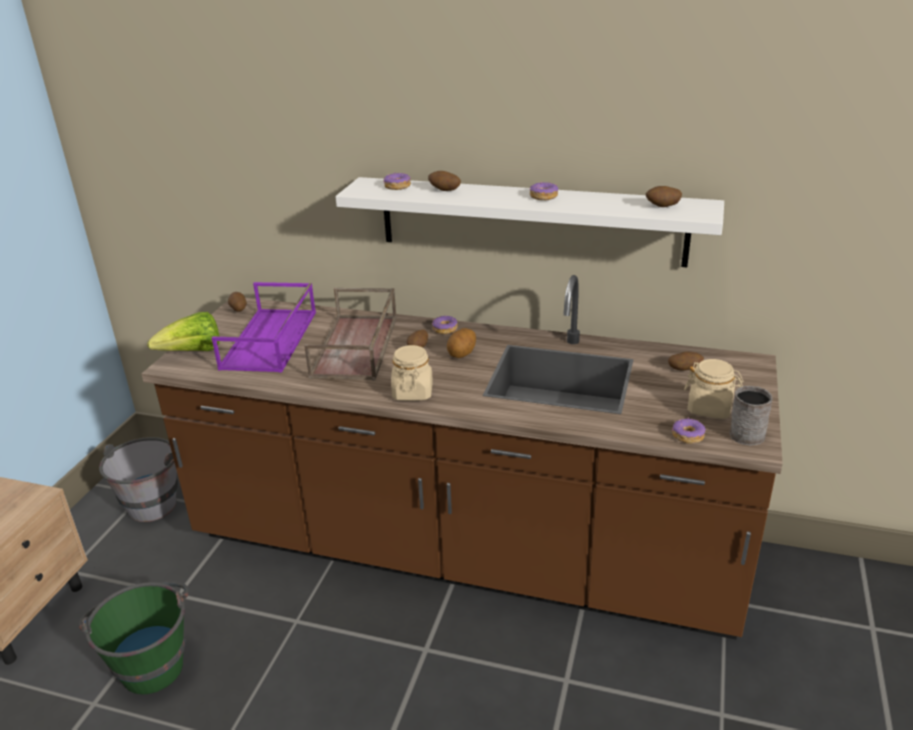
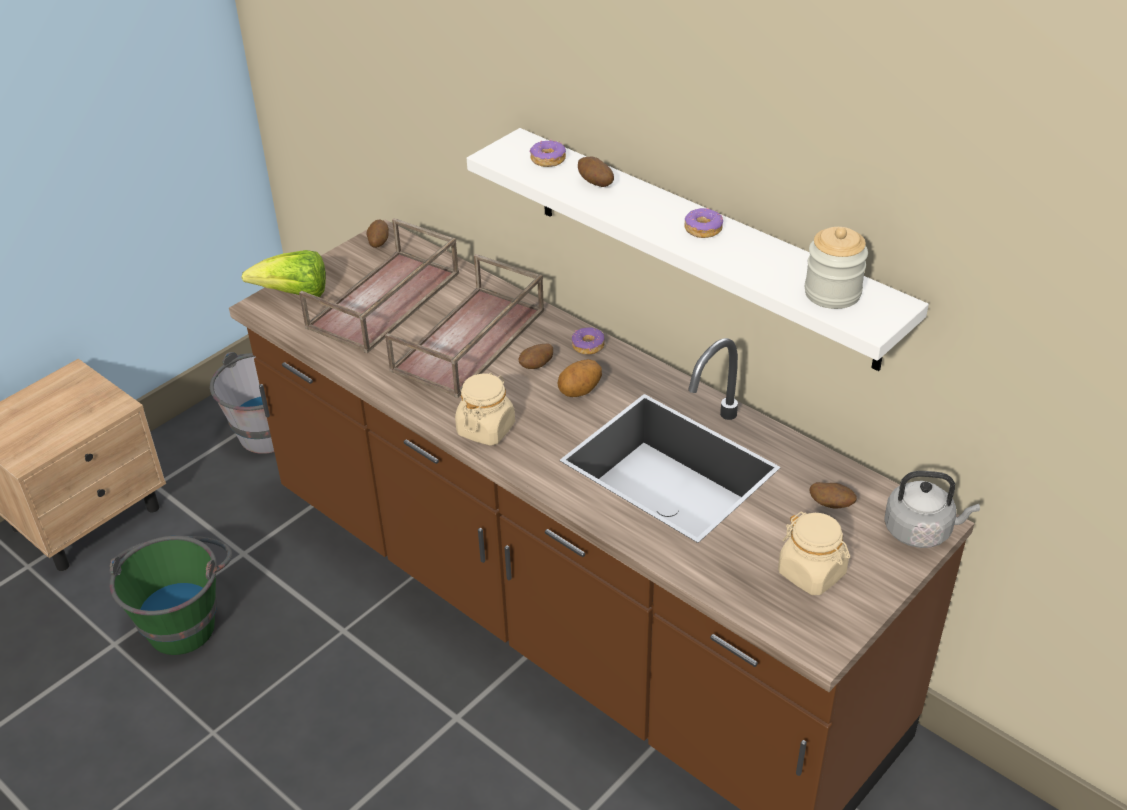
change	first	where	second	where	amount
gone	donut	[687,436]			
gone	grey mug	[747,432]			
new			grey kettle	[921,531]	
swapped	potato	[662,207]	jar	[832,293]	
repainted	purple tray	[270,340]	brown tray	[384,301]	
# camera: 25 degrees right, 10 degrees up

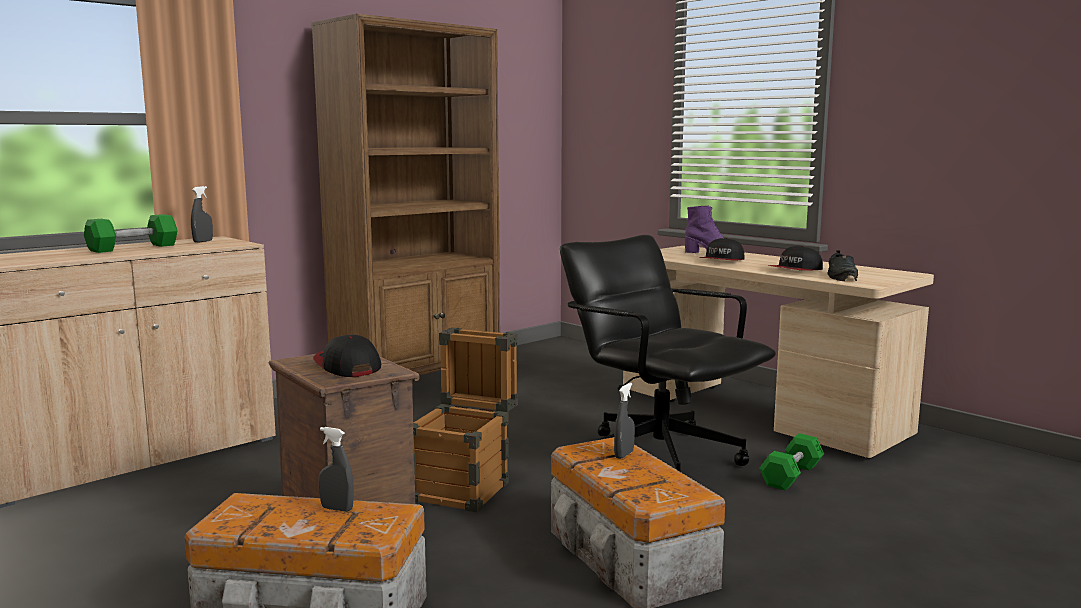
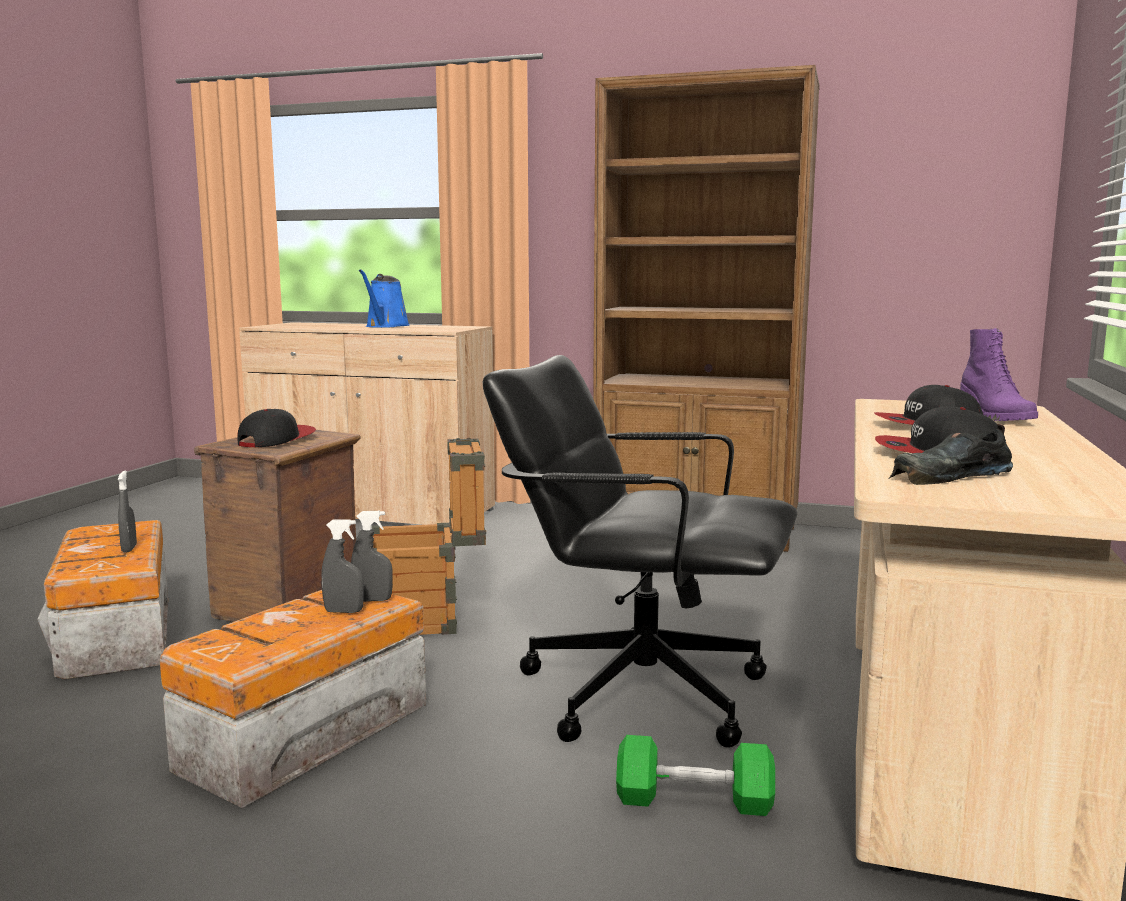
change	first	where	second	where	amount
shifted	grey spray bottle	[203,241]		[373,600]	
swapped	green dumbbell	[133,248]	blue watering can	[386,326]	
rotated	black office chair	[659,456]		[640,691]	90 degrees counterclockwise
# camera: 60 degrees right, 0 degrees up

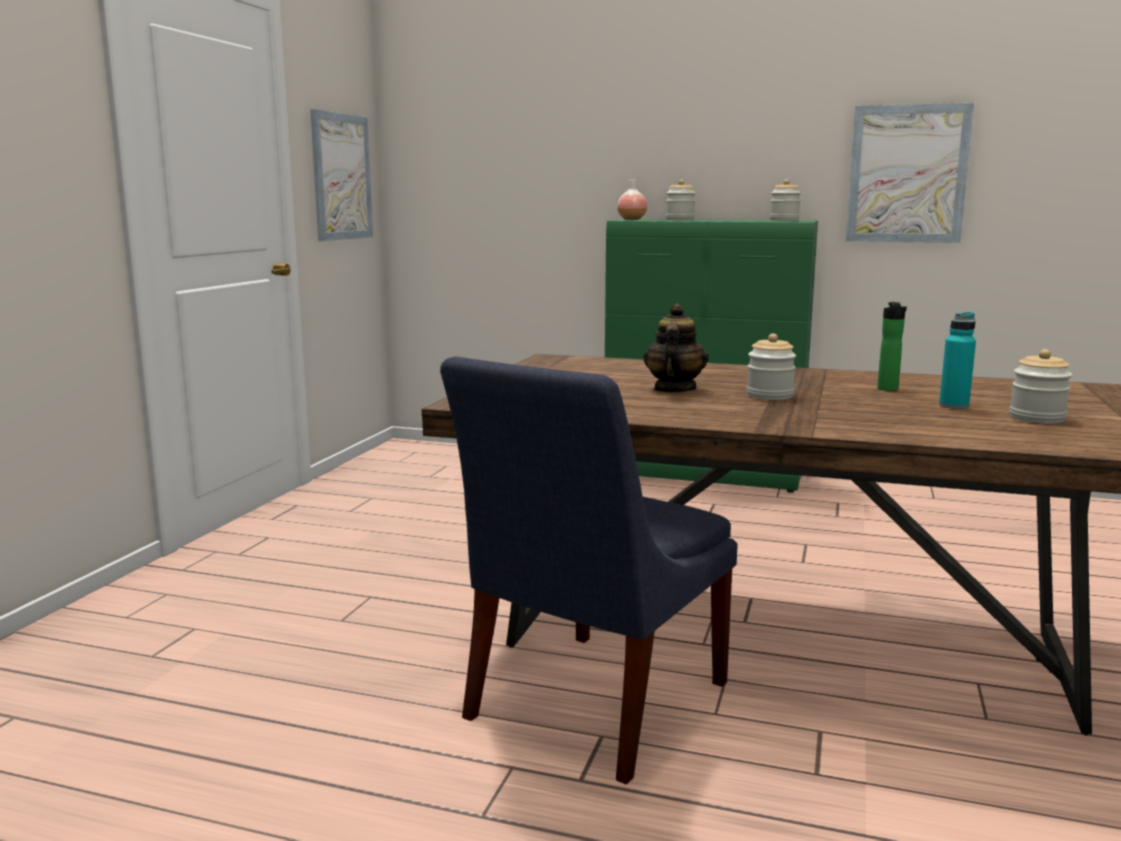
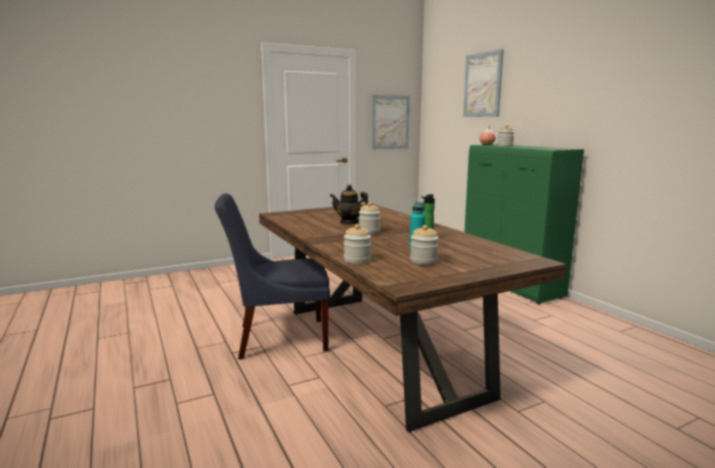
change	first	where	second	where	amount
shifted	jar	[784,220]		[357,260]	
shifted	picture	[907,174]		[482,85]	
rotated	teapot	[673,389]		[349,222]	135 degrees counterclockwise
# camera: 45 degrees right, 0 degrees up

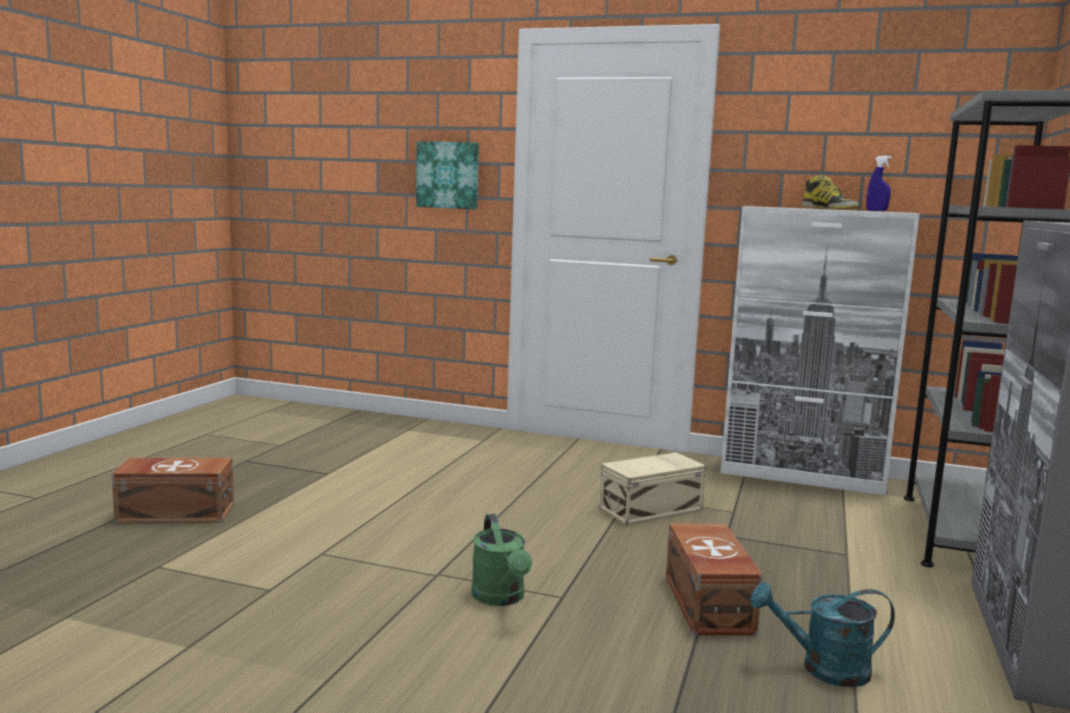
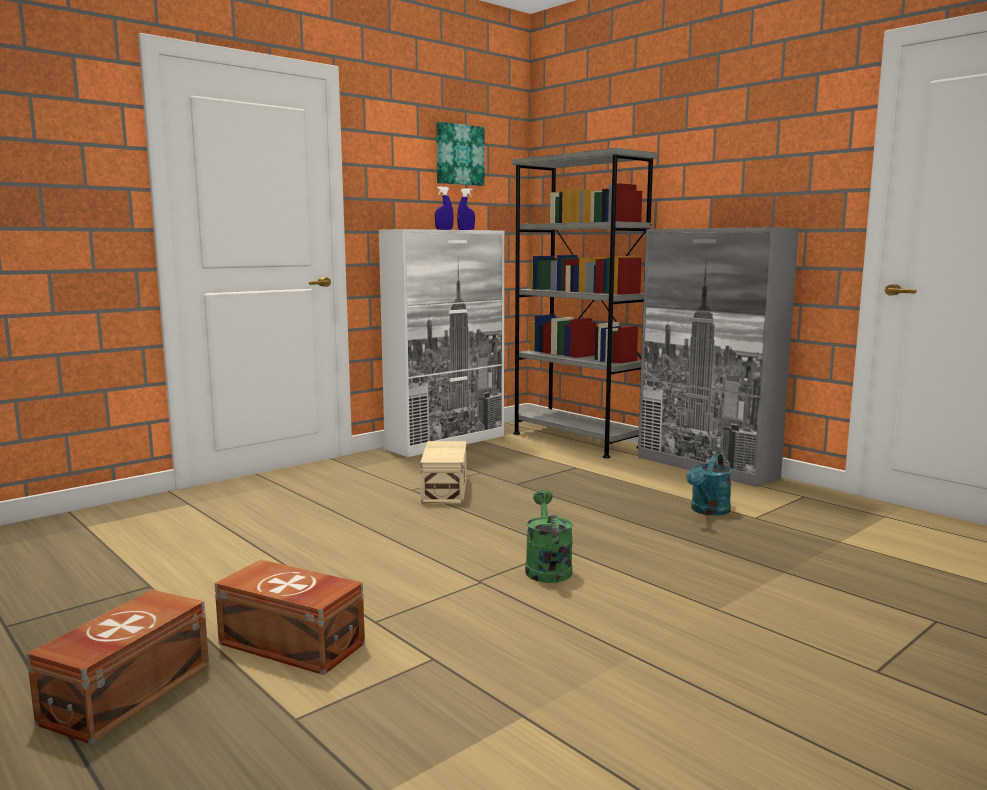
change	first	where	second	where	amount
shifted	picture	[448,175]		[459,155]	
shifted	brown storage box	[707,605]		[292,645]	
swapped	boot	[829,209]	blue spray bottle	[444,229]	
rotated	green watering can	[501,598]		[547,568]	105 degrees counterclockwise
# camera: 60 degrees left, 0 degrees up

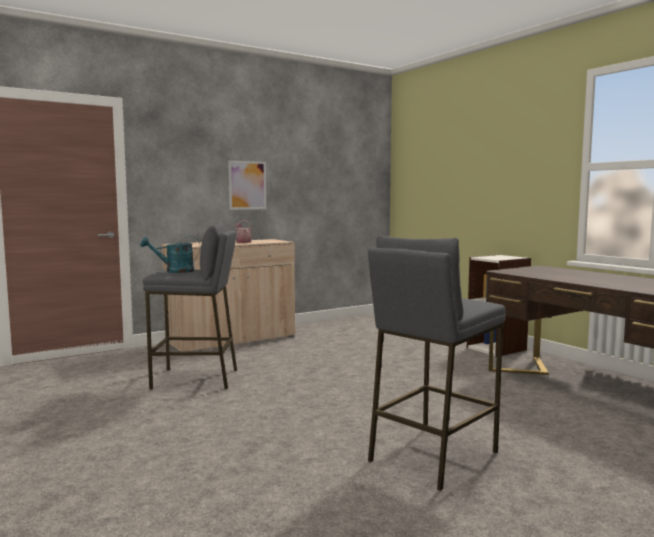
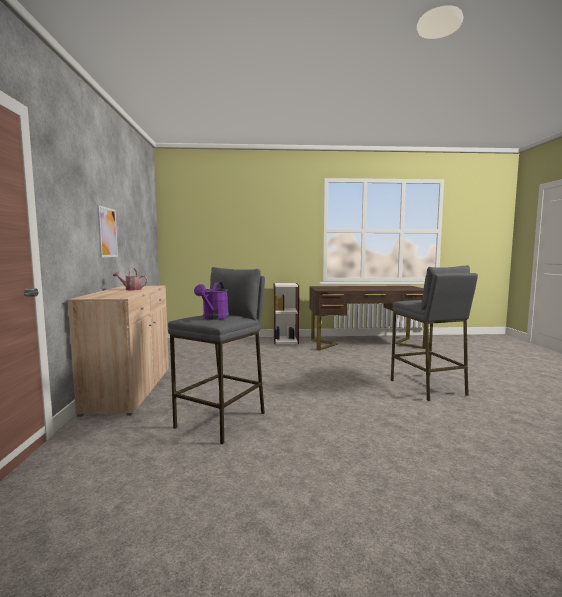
change	first	where	second	where	amount
repainted	turquoise watering can	[174,271]	purple watering can	[214,318]	
# camera: 60 degrees left, 0 degrees up

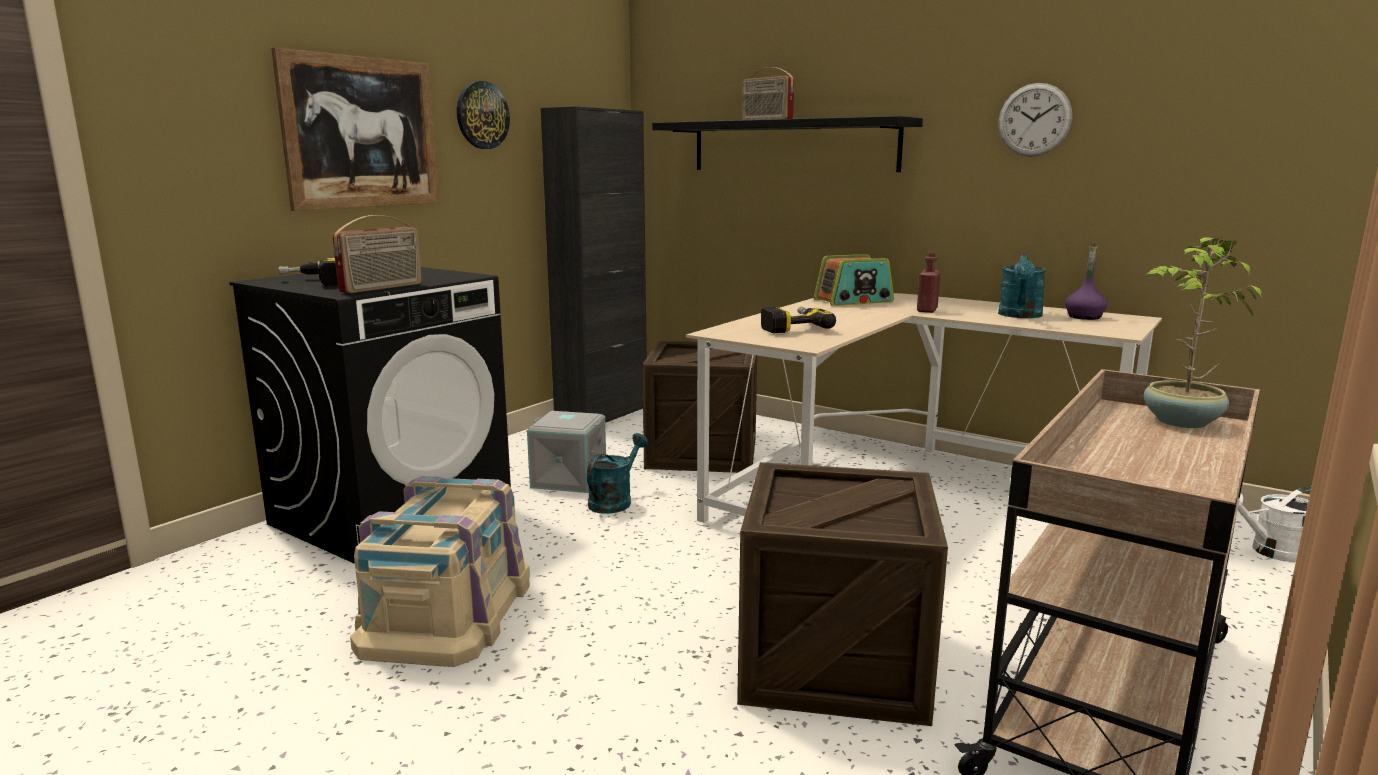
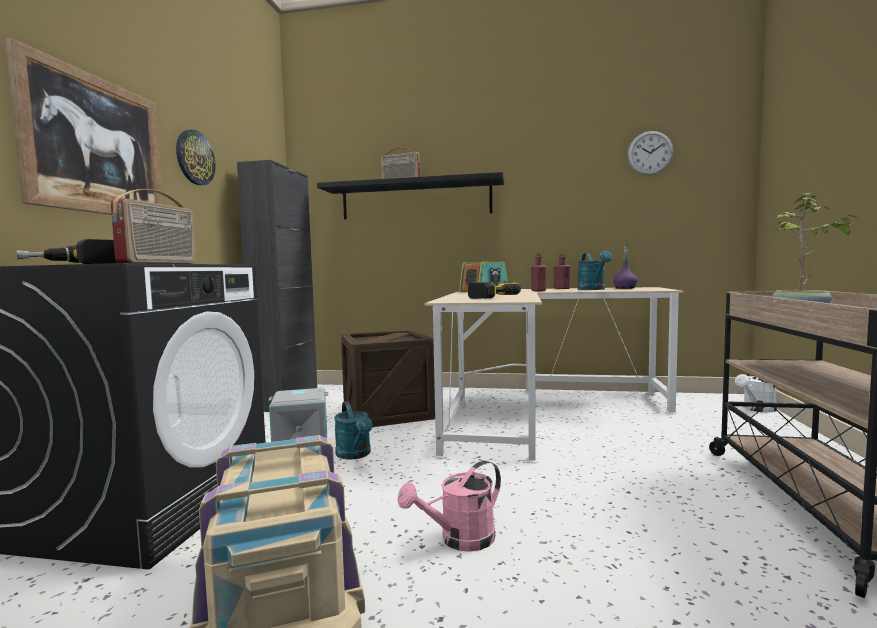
change	first	where	second	where	amount
gone	crate	[834,660]			
new			pink watering can	[459,540]	
new			red bottle	[561,288]	
shifted	wall clock	[1034,120]		[650,153]	
rotated	turquoise watering can	[614,501]		[355,455]	150 degrees clockwise
# camera: 25 degrees left, 10 degrees down

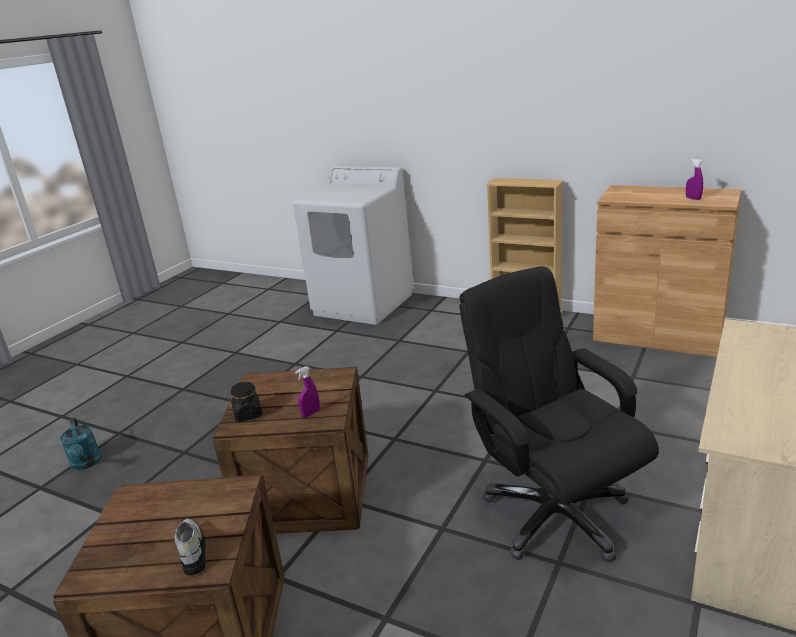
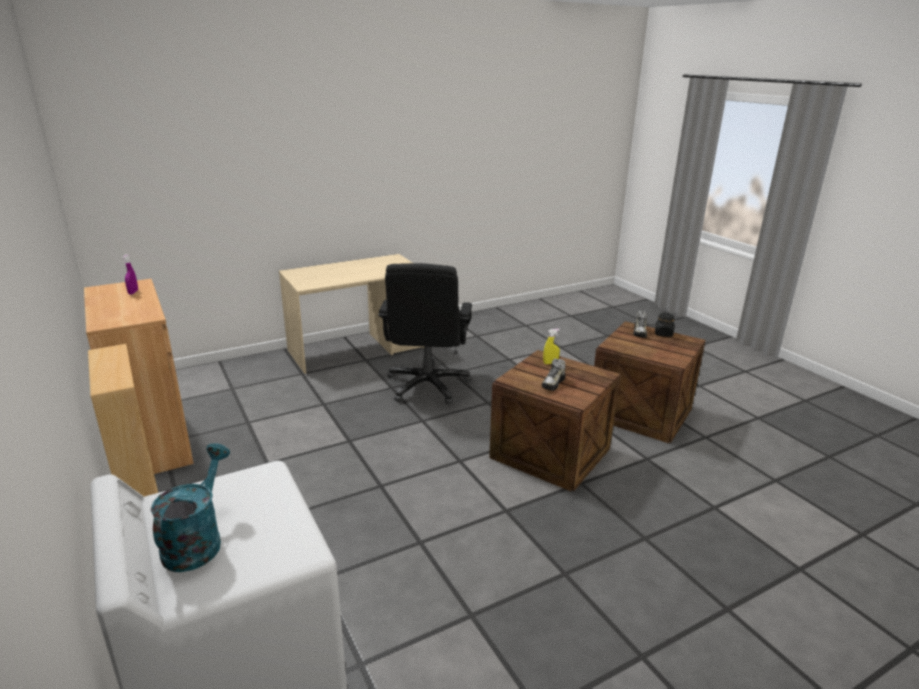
change	first	where	second	where	amount
new			shoe	[553,383]	
shifted	turquoise watering can	[86,463]		[197,541]	
shifted	black jar	[248,414]		[663,334]	
repainted	purple spray bottle	[310,413]	yellow spray bottle	[550,363]	
# camera: 150 degrees left, 0 degrees up

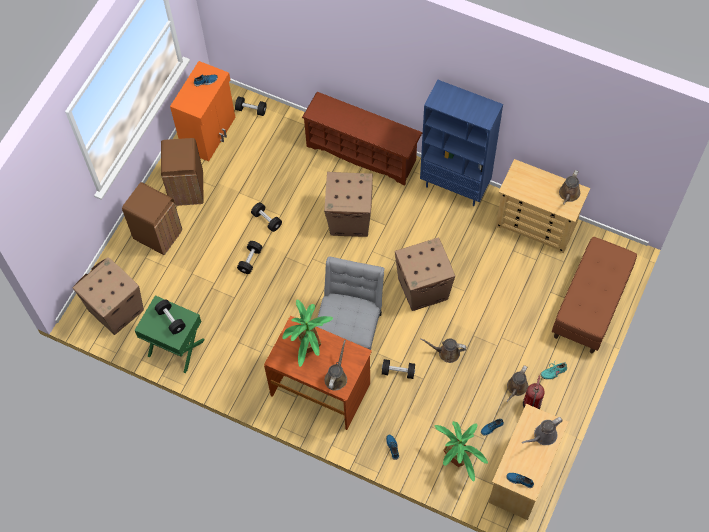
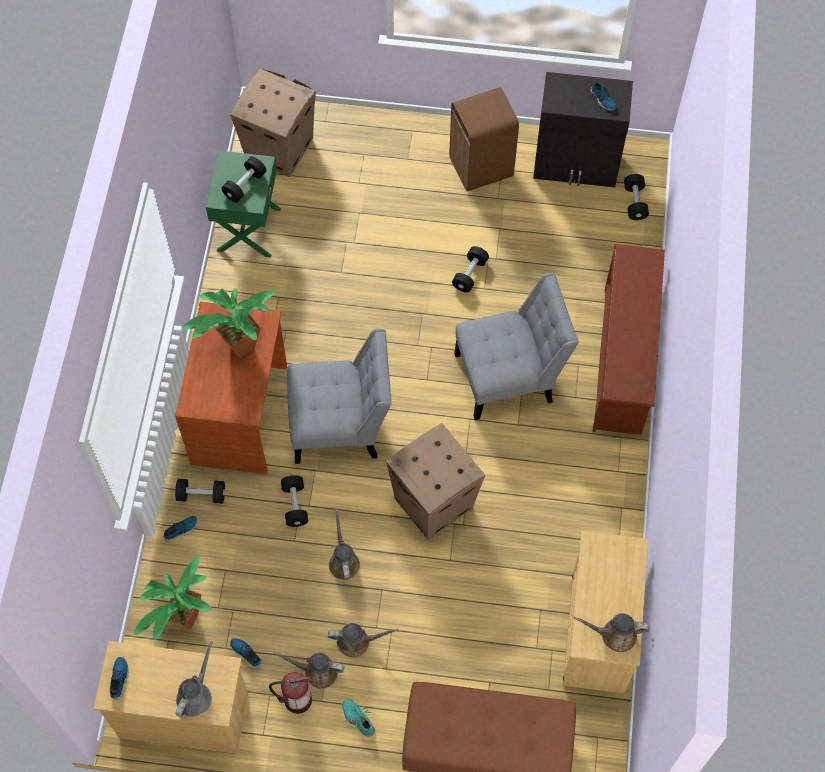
change	first	where	second	where	amount
gone	brown trash can	[158,235]			
gone	blue bookcase	[455,186]			
shifted	black dumbbell	[250,260]		[201,495]	
shifted	brown watering can	[336,377]		[357,642]	
swapped	cardboard box	[350,219]	grey chair	[509,376]	
repainted	orange cabinet	[209,133]	black cabinet	[576,166]	
rotated	grey watering can	[543,436]		[195,695]	75 degrees clockwise
# camera: 70 degrees right, 0 degrees up

